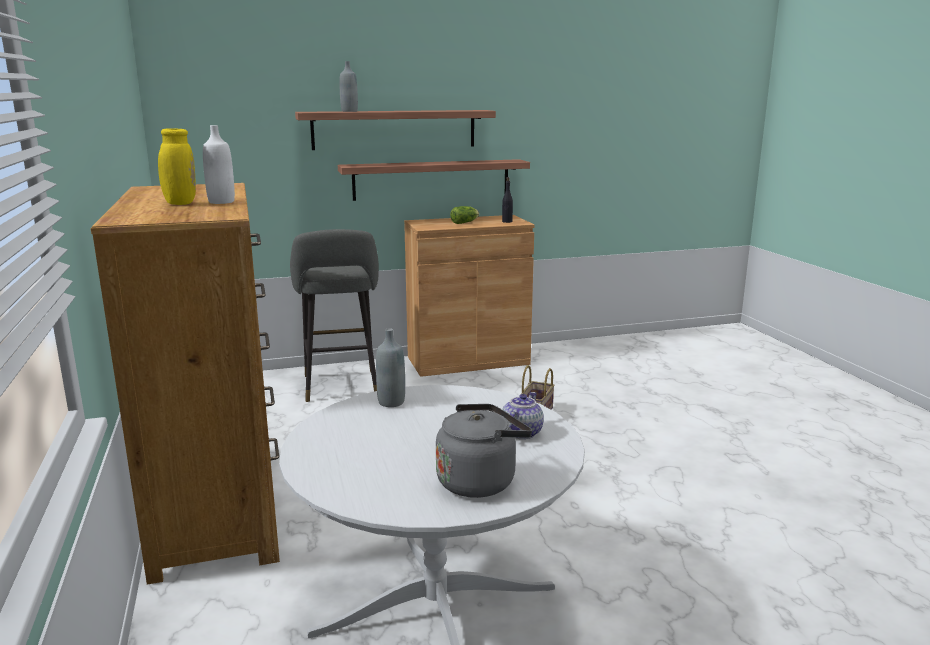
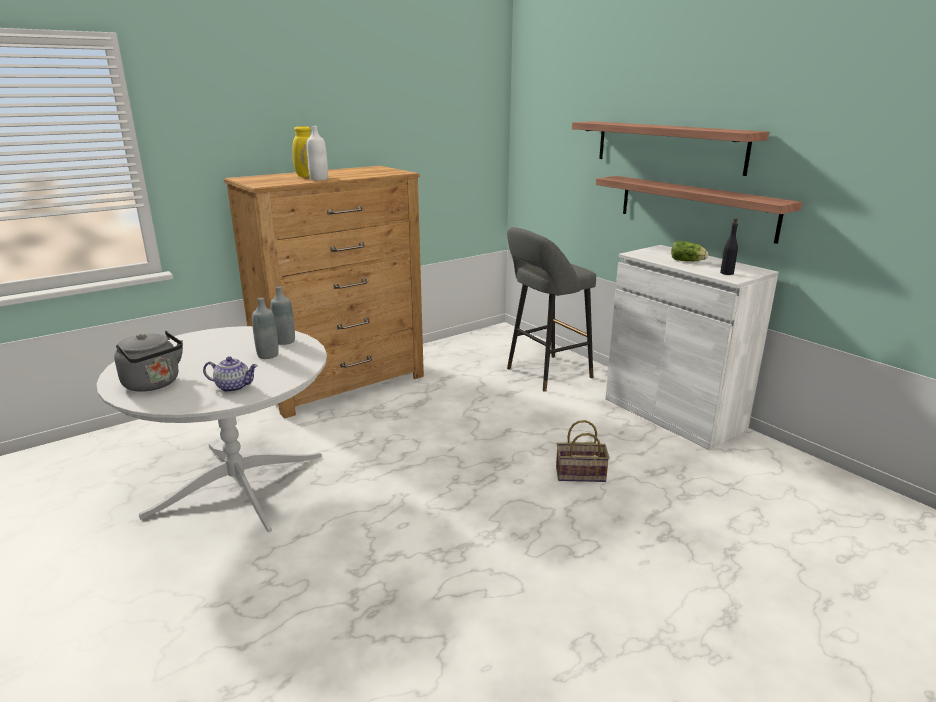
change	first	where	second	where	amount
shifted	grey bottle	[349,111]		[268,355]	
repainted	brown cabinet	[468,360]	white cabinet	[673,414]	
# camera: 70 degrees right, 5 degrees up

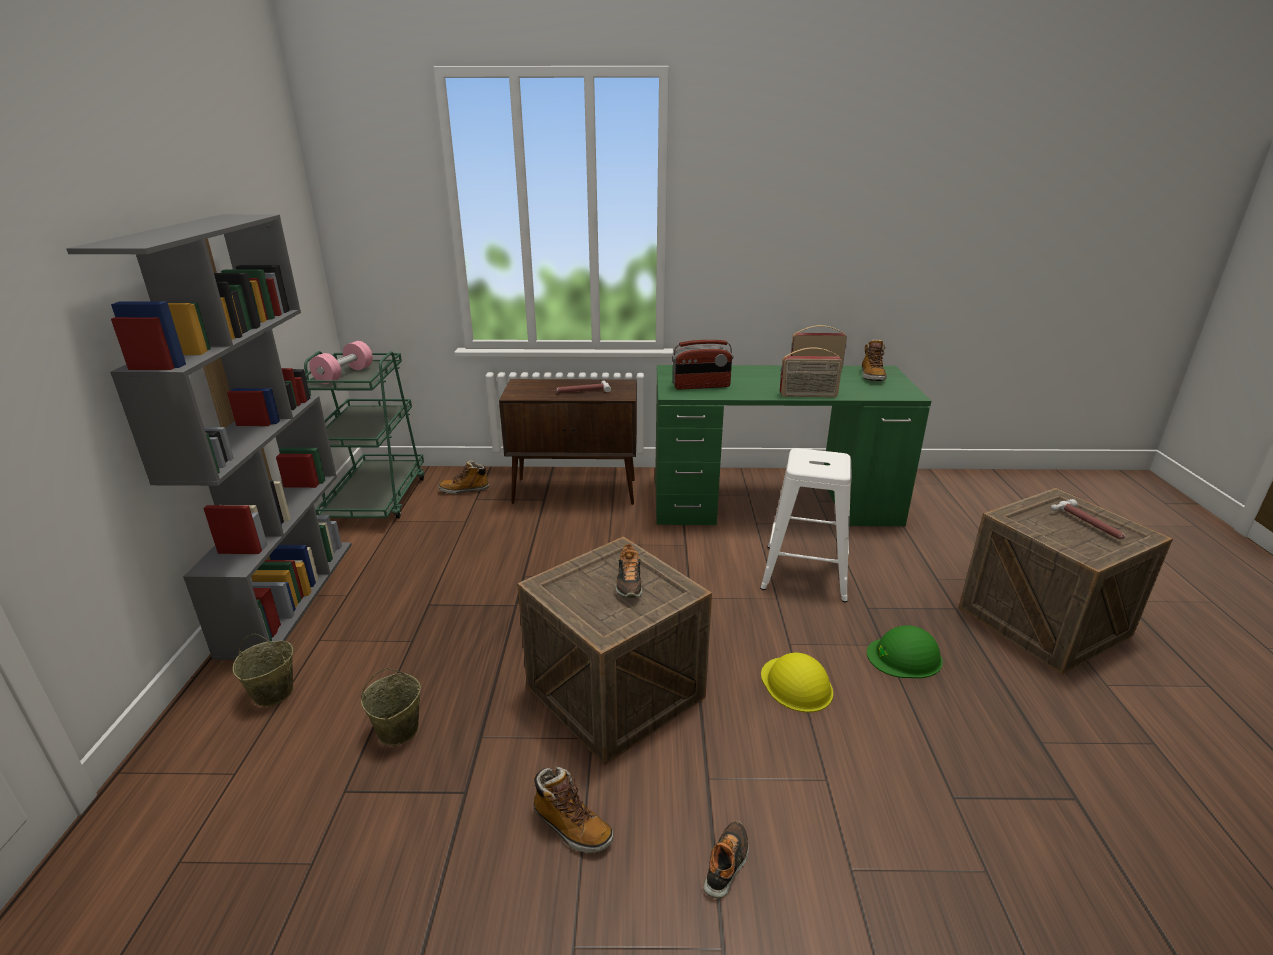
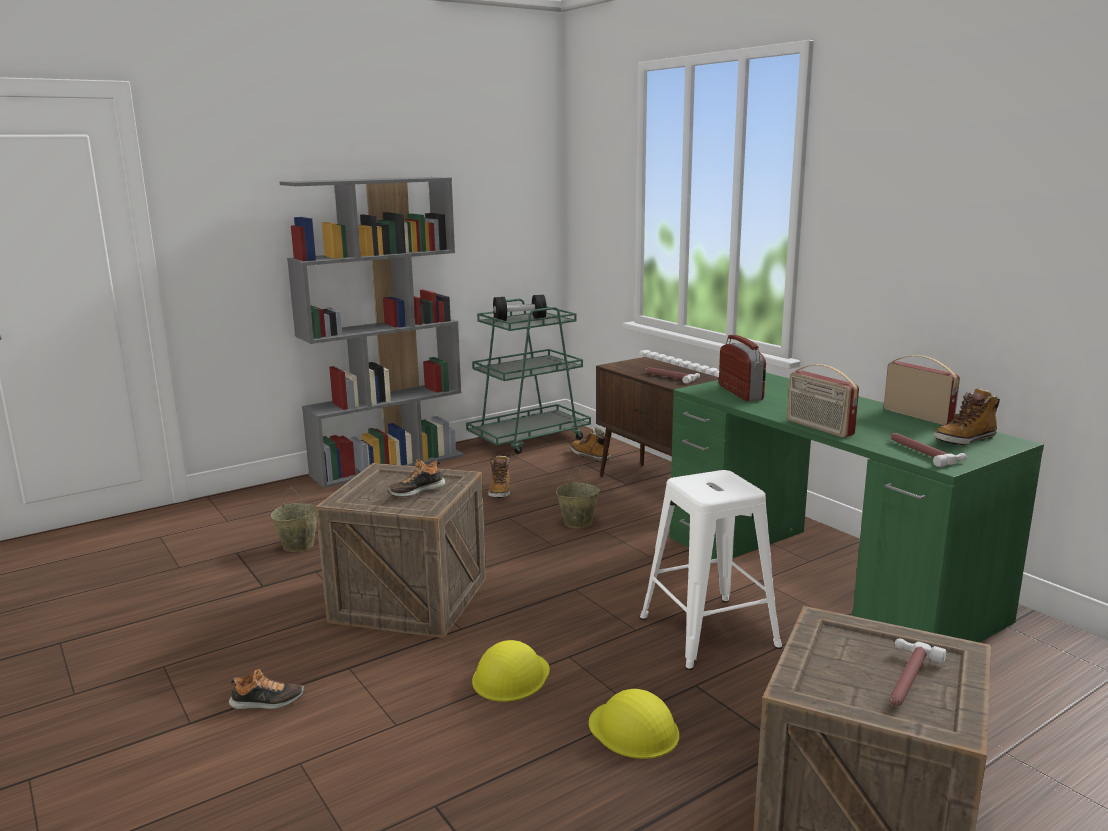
change	first	where	second	where	amount
new			hammer	[922,452]	
shifted	beige bucket	[273,693]		[577,522]	
shifted	boot	[571,826]		[500,492]	
repainted	pink dumbbell	[344,375]	black dumbbell	[519,319]	
repainted	green hard hat	[904,657]	yellow hard hat	[634,729]	
rotated	radio	[701,386]		[741,393]	150 degrees counterclockwise
# camera: 55 degrees right, 10 degrees down

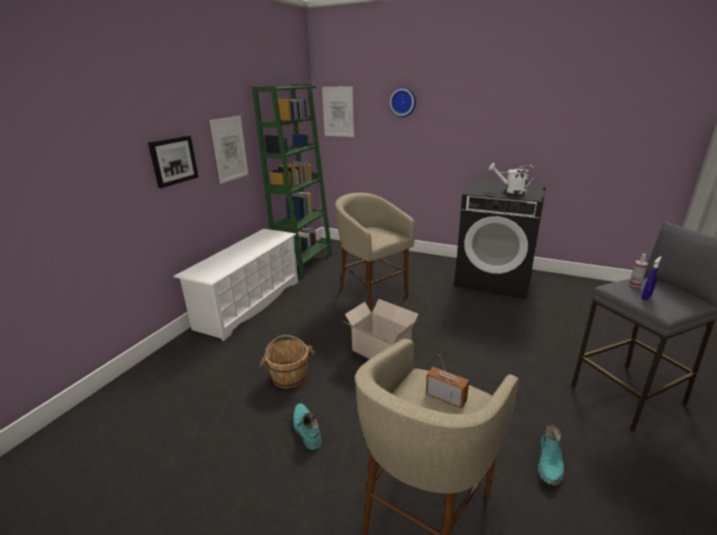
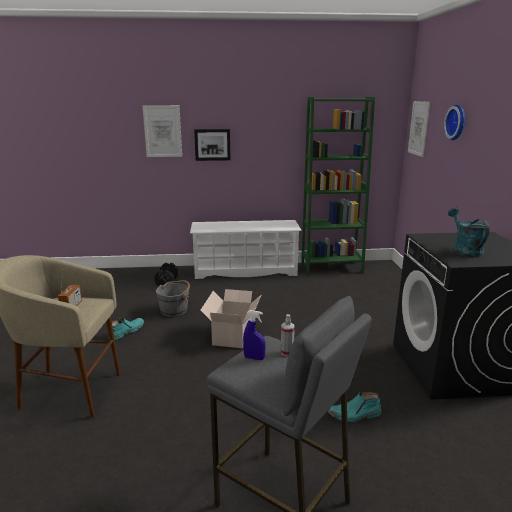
change	first	where	second	where	amount
gone	beige stool	[371,294]			
new			black dumbbell	[167,281]	
shifted	picture	[230,149]		[162,131]	
shifted	turquoise boot	[550,463]		[354,415]	
repainted	brown bucket	[289,376]	grey bucket	[174,310]	
repainted	white watering can	[511,191]	turquoise watering can	[464,250]	
# camera: 60 degrees right, 5 degrees down

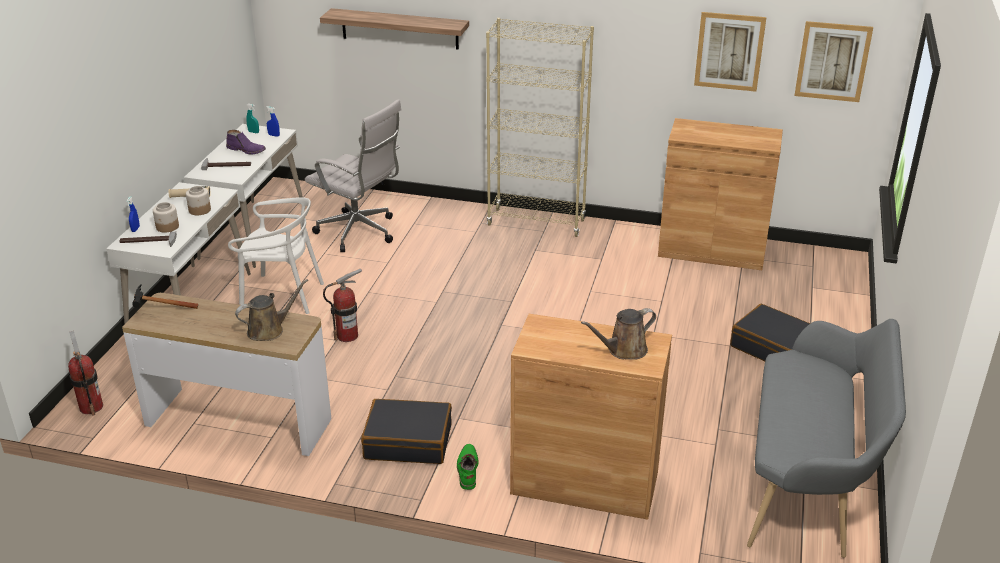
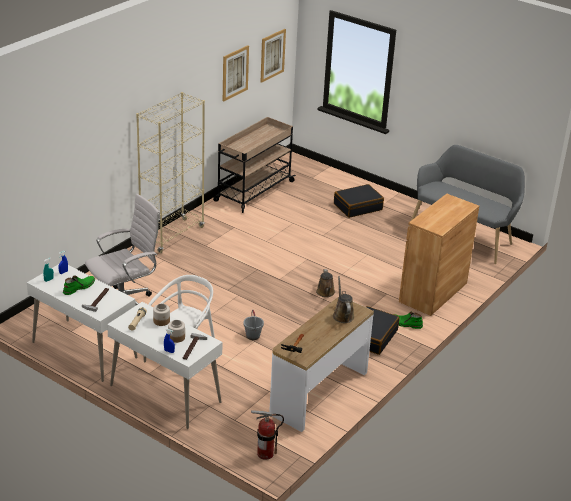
change	first	where	second	where	amount
gone	shelf	[399,29]			
shifted	brown watering can	[623,350]		[326,293]	
swapped	fire extinguisher	[347,336]	grey bucket	[252,336]	
swapped	brown cabinet	[711,250]	beige cart	[253,191]	
repainted	purple boot	[247,150]	green boot	[78,287]	
# camera: 70 degrees left, 0 degrees up

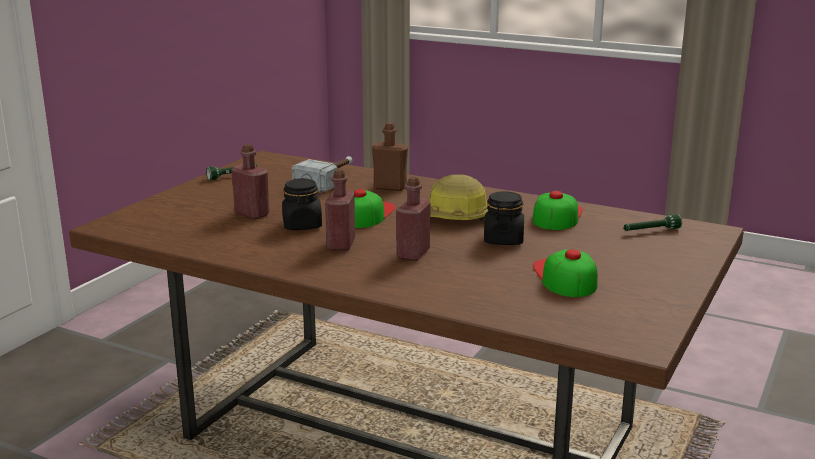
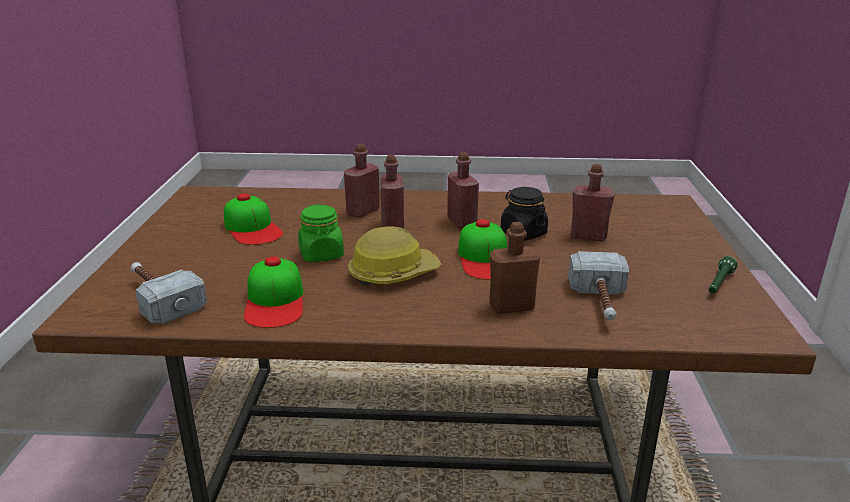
change	first	where	second	where	amount
new			red bottle	[363,211]	
swapped	green flashlight	[651,231]	hammer	[159,299]	
repainted	black jar	[503,239]	green jar	[321,254]	
# camera: 155 degrees right, 5 degrees up

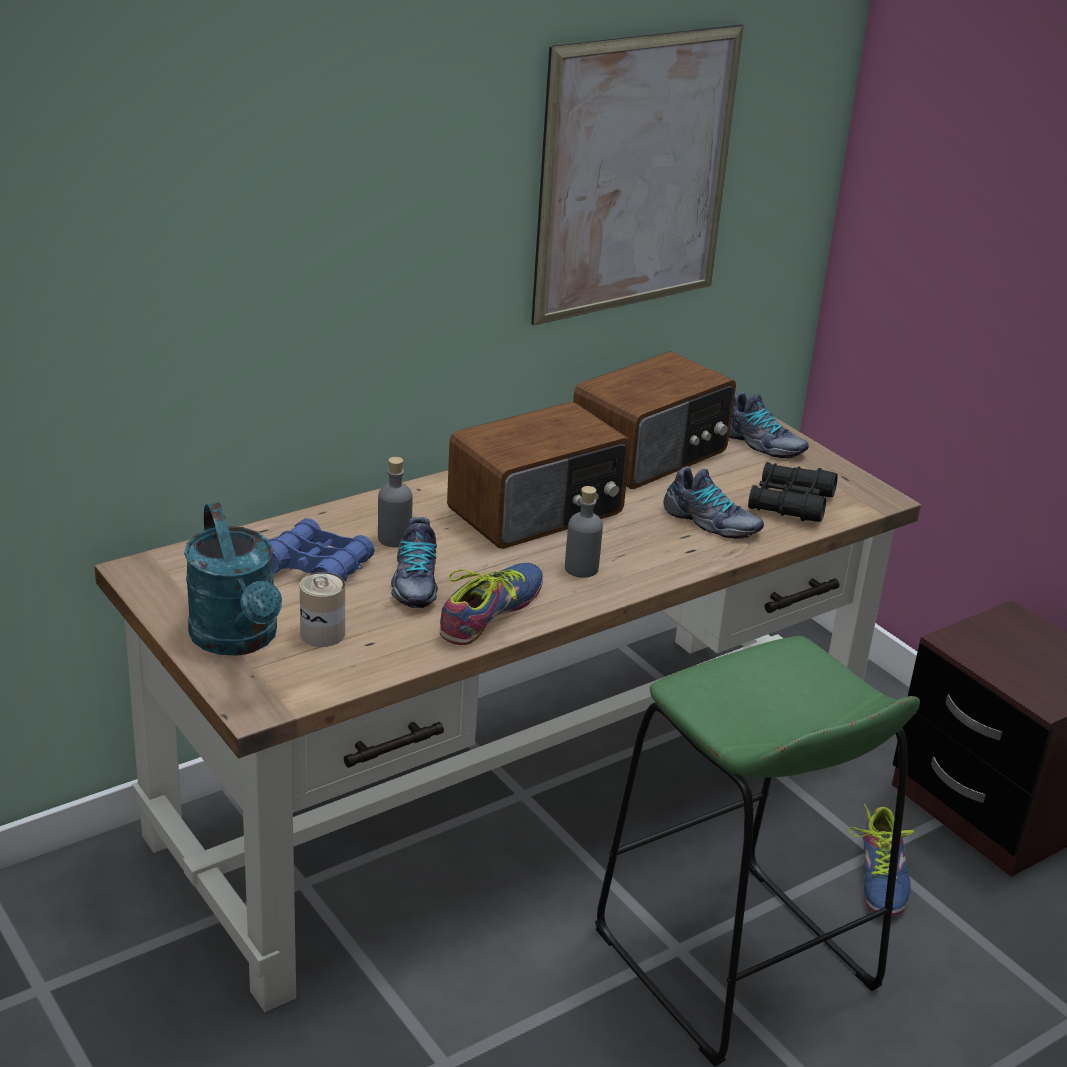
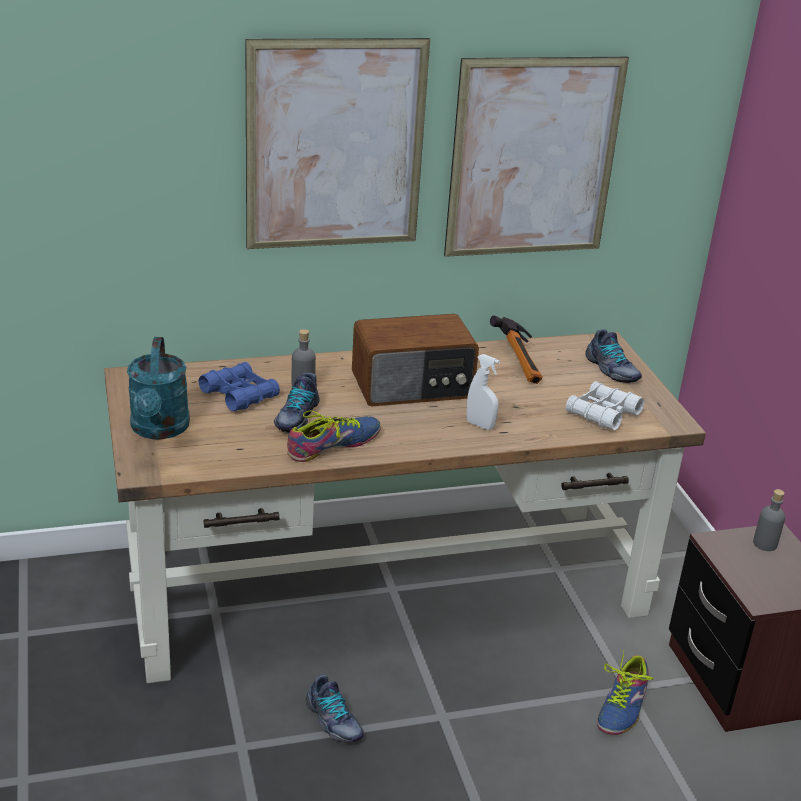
change	first	where	second	where	amount
gone	can	[322,634]			
gone	green stool	[735,960]			
new			picture	[335,145]	
new			white spray bottle	[480,425]	
shifted	grey bottle	[581,568]		[765,544]	
shifted	shoe	[710,522]		[333,721]	
swapped	radio	[651,455]	hammer	[522,363]	
repainted	black binoculars	[790,503]	white binoculars	[602,414]	
# camera: 20 degrees right, 0 degrees up

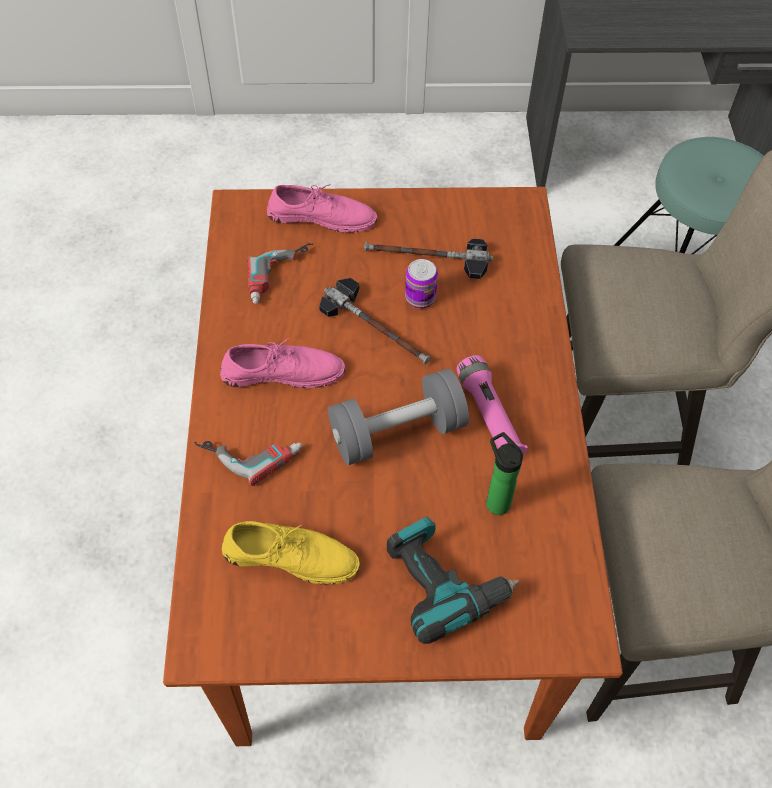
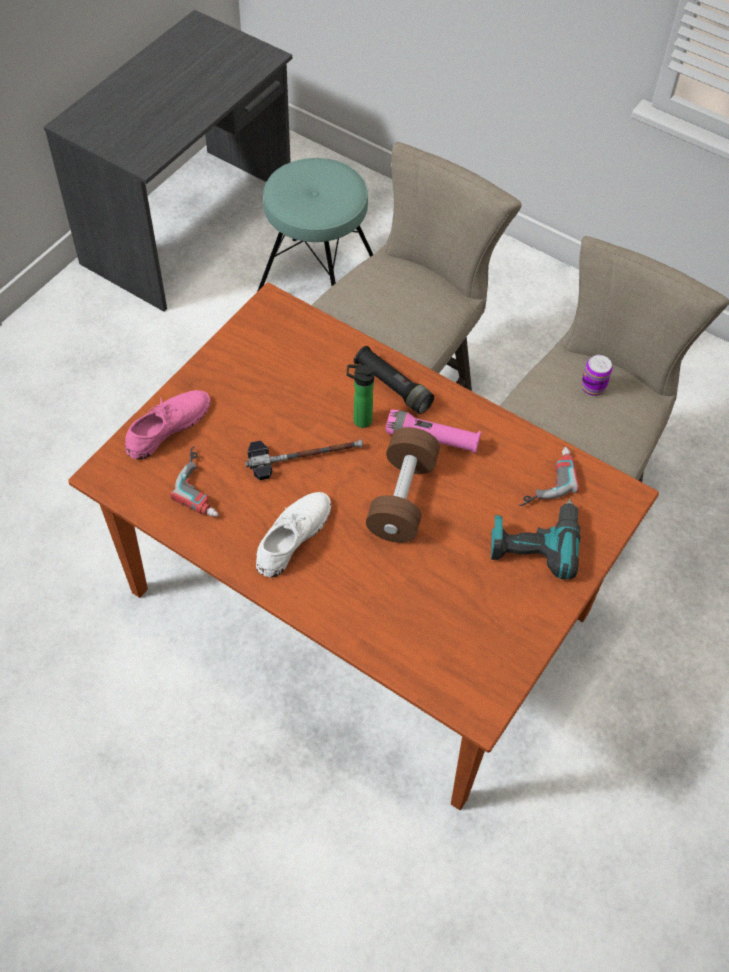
change	first	where	second	where	amount
gone	yellow shoe	[291,556]			
gone	hammer	[427,259]			
new			black flashlight	[393,386]	
shifted	power drill	[250,449]		[544,479]	
shifted	can	[420,298]		[593,387]	
shifted	bottle	[495,501]		[359,420]	
repainted	pink shoe	[283,372]	white shoe	[293,535]	
repainted	grey dumbbell	[397,432]	brown dumbbell	[402,498]	
# camera: 55 degrees left, 0 degrees up

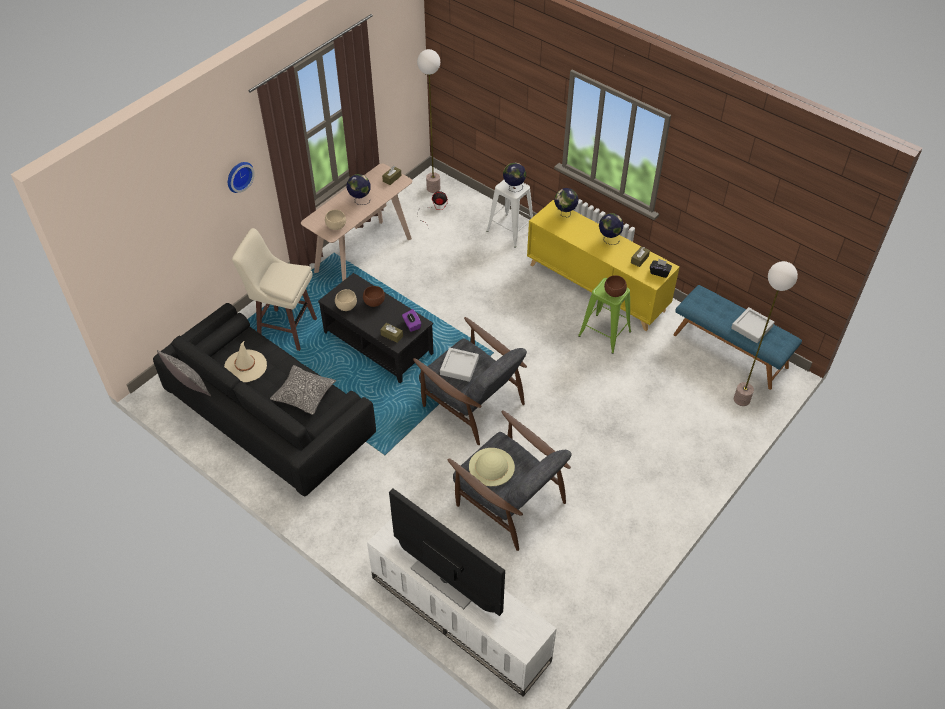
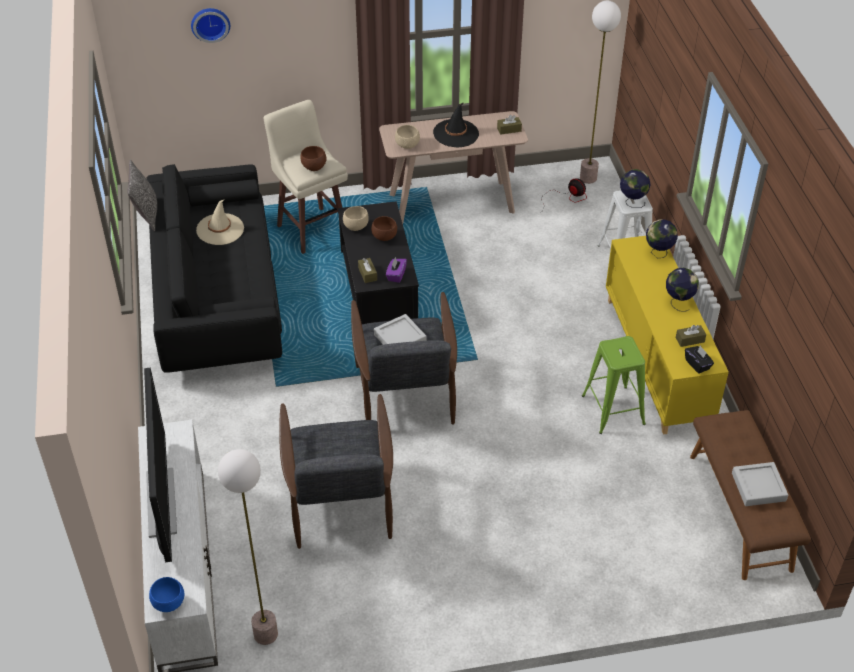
change	first	where	second	where	amount
gone	pillow	[304,394]			
gone	beige hat	[491,466]			
new			blue bowl	[169,603]	
shifted	wall clock	[238,176]		[210,23]	
shifted	brown bowl	[614,293]		[314,168]	
shifted	floor lamp	[742,399]		[266,634]	
swapped	globe	[360,200]	black hat	[456,133]	
repainted	blue bench	[730,350]	brown bench	[741,511]	
# camera: 40 degrees right, 5 degrees down

